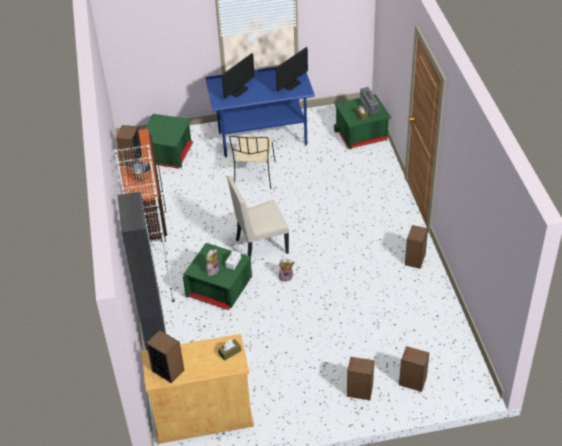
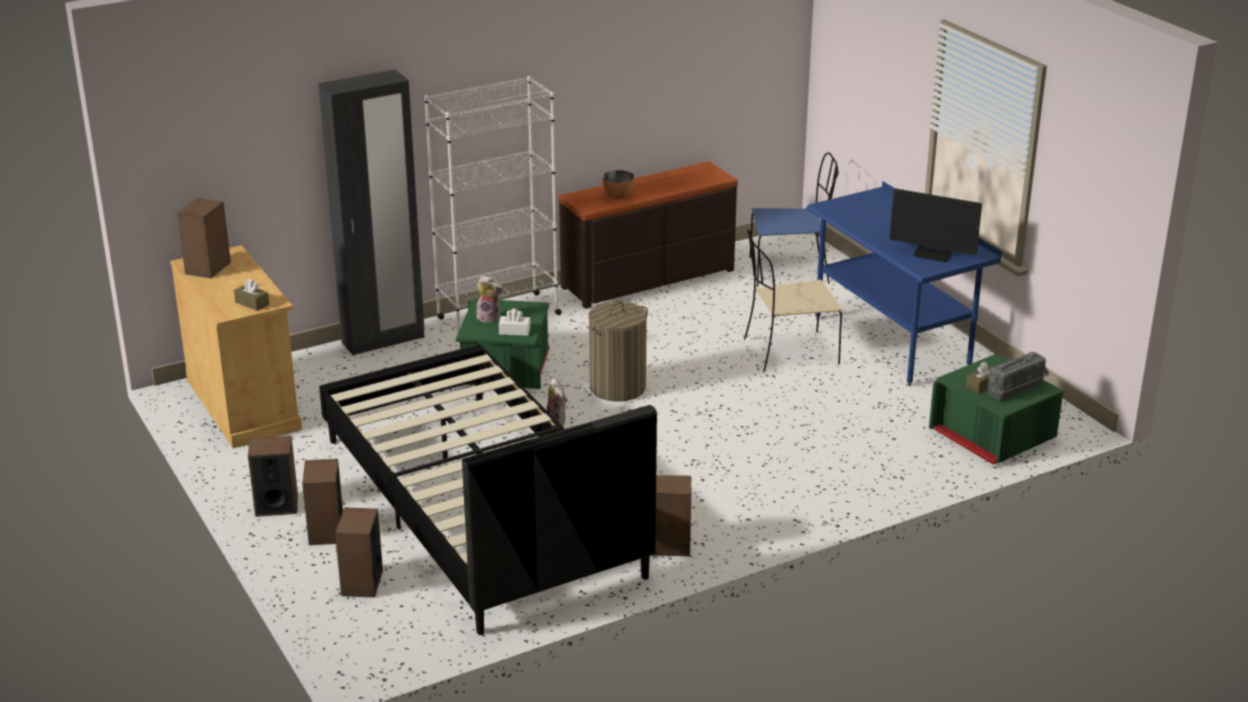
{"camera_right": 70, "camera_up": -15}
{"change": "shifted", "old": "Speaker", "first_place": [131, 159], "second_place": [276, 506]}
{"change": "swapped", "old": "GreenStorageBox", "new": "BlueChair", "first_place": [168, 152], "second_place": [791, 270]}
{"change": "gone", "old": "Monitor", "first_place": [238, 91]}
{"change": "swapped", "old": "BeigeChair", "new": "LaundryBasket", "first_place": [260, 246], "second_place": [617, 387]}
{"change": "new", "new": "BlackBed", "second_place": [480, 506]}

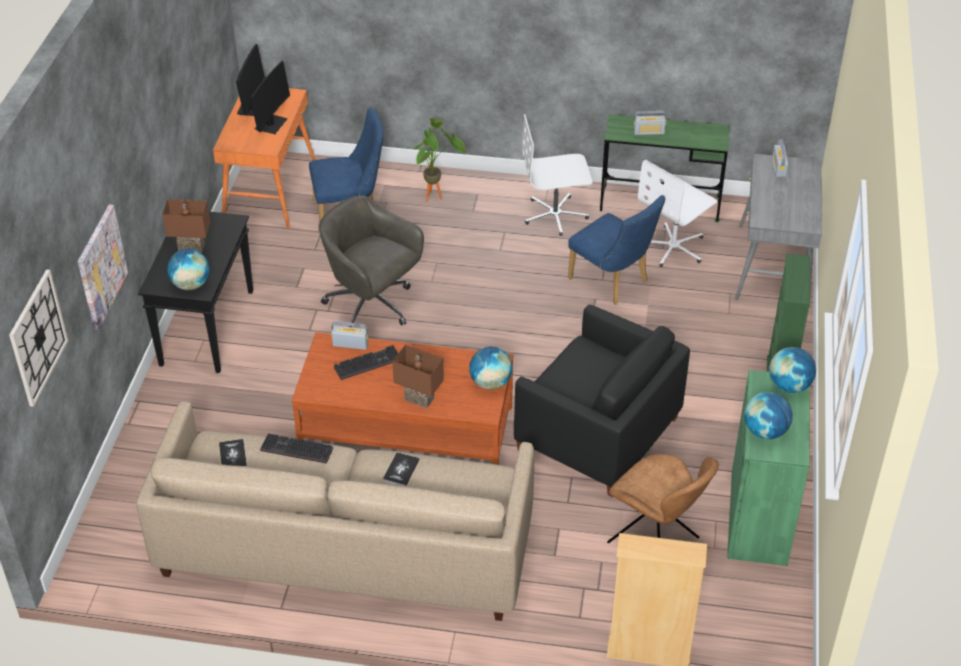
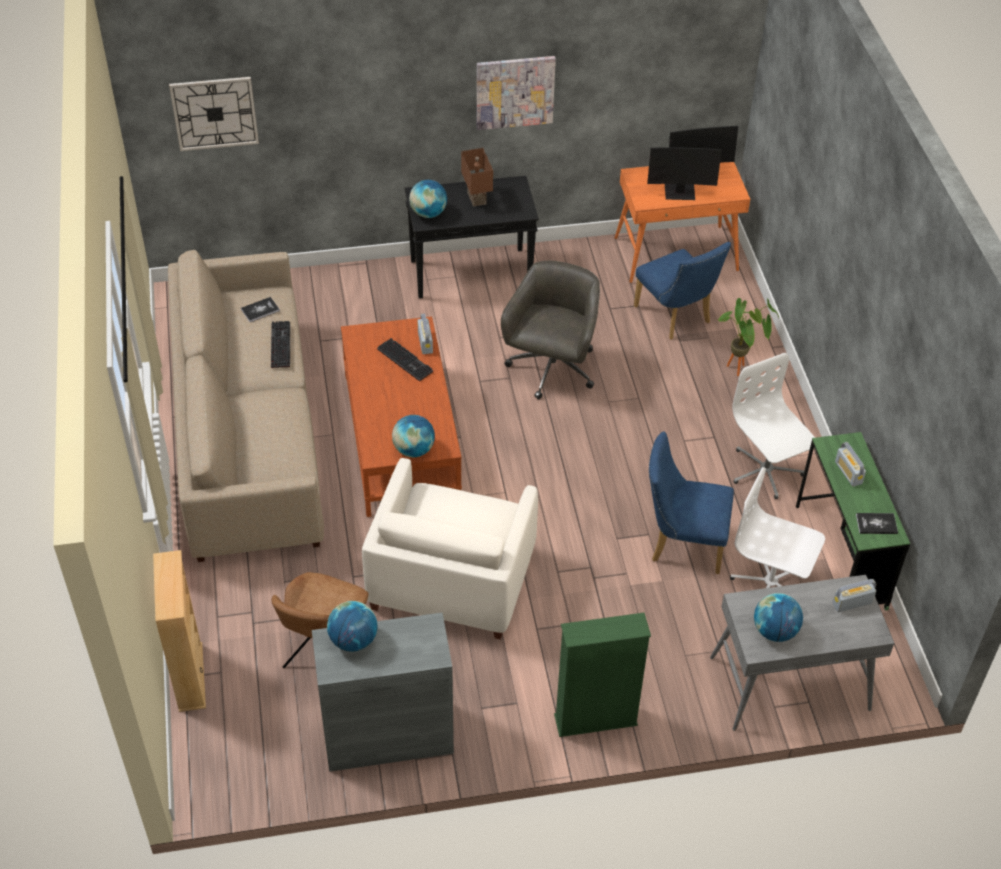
{"camera_right": 70, "camera_up": 5}
{"change": "shifted", "old": "Picture", "first_place": [101, 266], "second_place": [515, 92]}
{"change": "shifted", "old": "Book", "first_place": [401, 470], "second_place": [876, 524]}
{"change": "gone", "old": "BrownTableLamp", "first_place": [420, 398]}
{"change": "repainted", "old": "BlackArmchair", "new": "WhiteArmchair", "first_place": [598, 433], "second_place": [452, 579]}
{"change": "rotated", "old": "BlueChair", "first_place": [613, 283], "second_place": [681, 543], "degrees": 75}
{"change": "repainted", "old": "GreenCabinet", "new": "GreyCabinet", "first_place": [758, 516], "second_place": [387, 735]}
{"change": "shifted", "old": "Globe", "first_place": [789, 386], "second_place": [775, 631]}

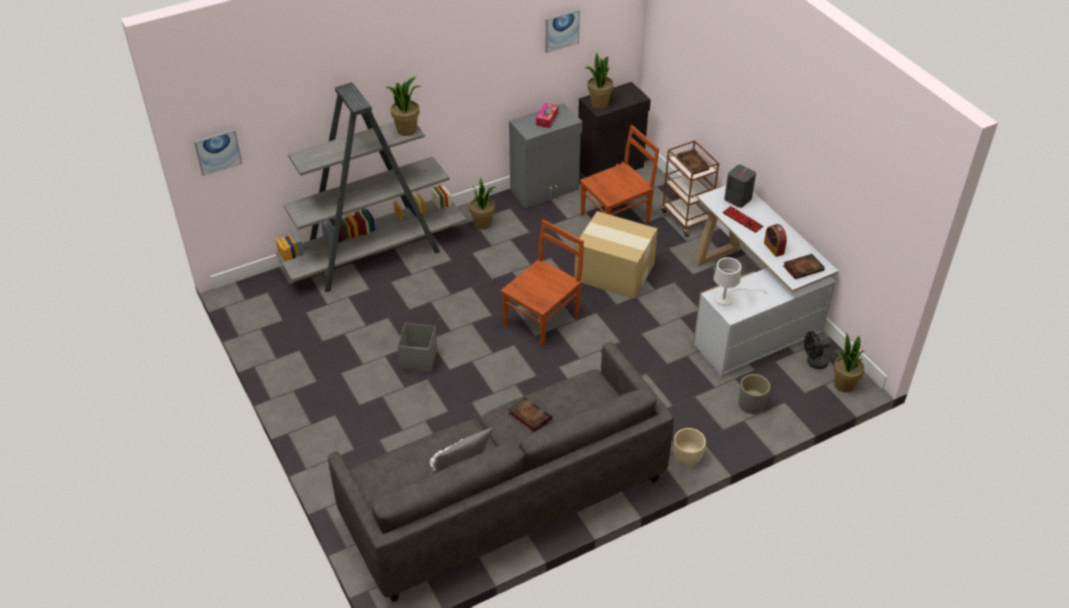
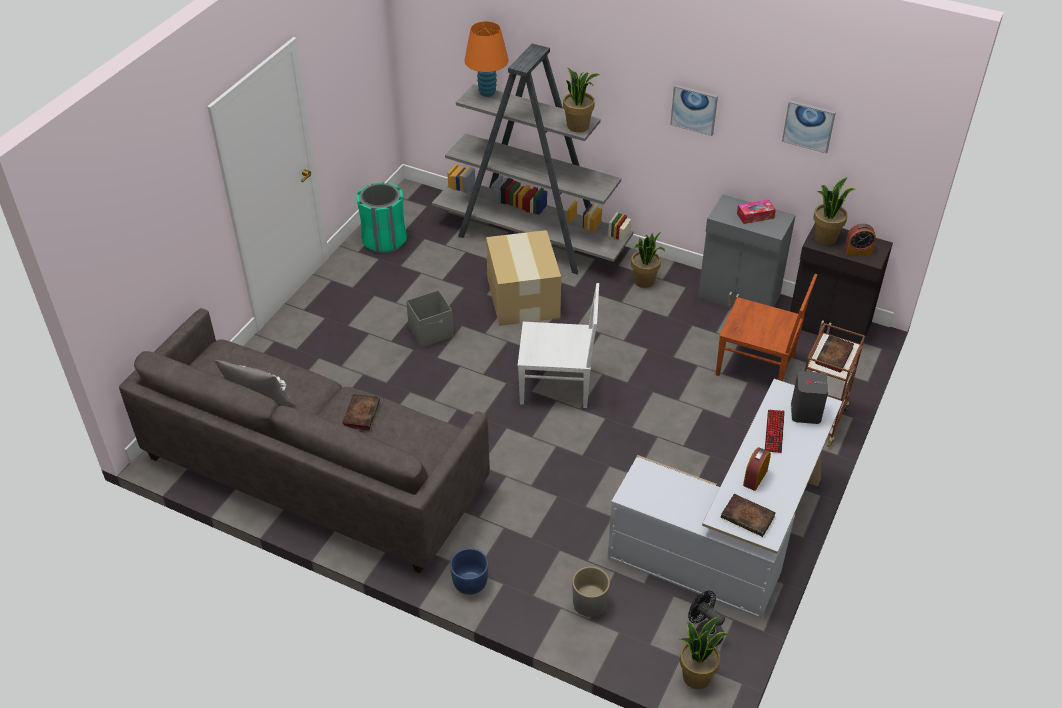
{"camera_right": 55, "camera_up": 0}
{"change": "shifted", "old": "Picture", "first_place": [218, 151], "second_place": [694, 109]}
{"change": "repainted", "old": "BrownChair", "new": "WhiteChair", "first_place": [542, 320], "second_place": [557, 385]}
{"change": "shifted", "old": "CardboardBox", "first_place": [613, 271], "second_place": [523, 297]}
{"change": "repainted", "old": "BeigePlanter", "new": "BluePlanter", "first_place": [687, 457], "second_place": [469, 583]}
{"change": "gone", "old": "WhiteTableLamp", "first_place": [728, 299]}
{"change": "new", "new": "GreenTrashCan", "second_place": [384, 240]}
{"change": "new", "new": "OrangeTableLamp", "second_place": [487, 92]}
{"change": "new", "new": "AlarmClock", "second_place": [858, 251]}

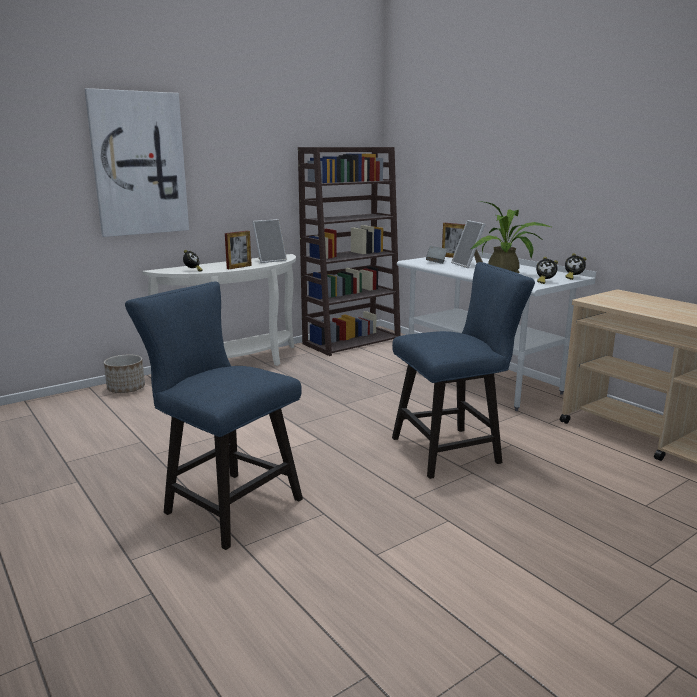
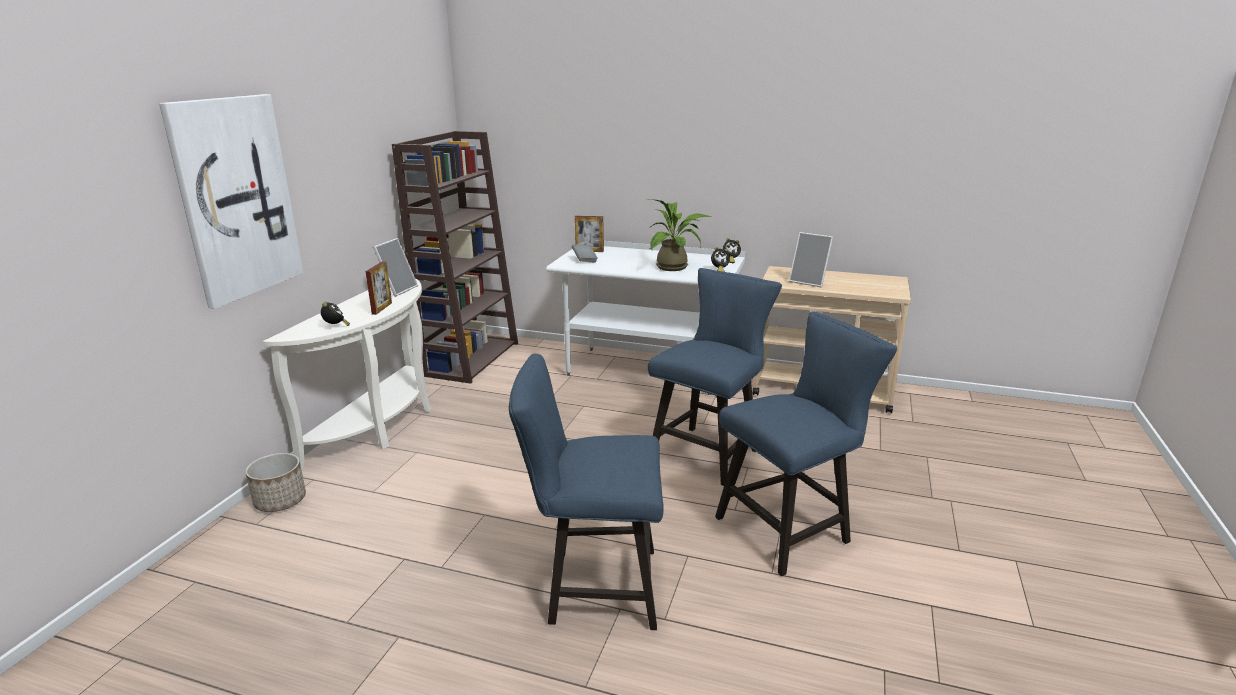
{"camera_right": -35, "camera_up": 5}
{"change": "shifted", "old": "PictureFrame", "first_place": [468, 265], "second_place": [809, 282]}
{"change": "new", "new": "BlueChair", "second_place": [790, 528]}

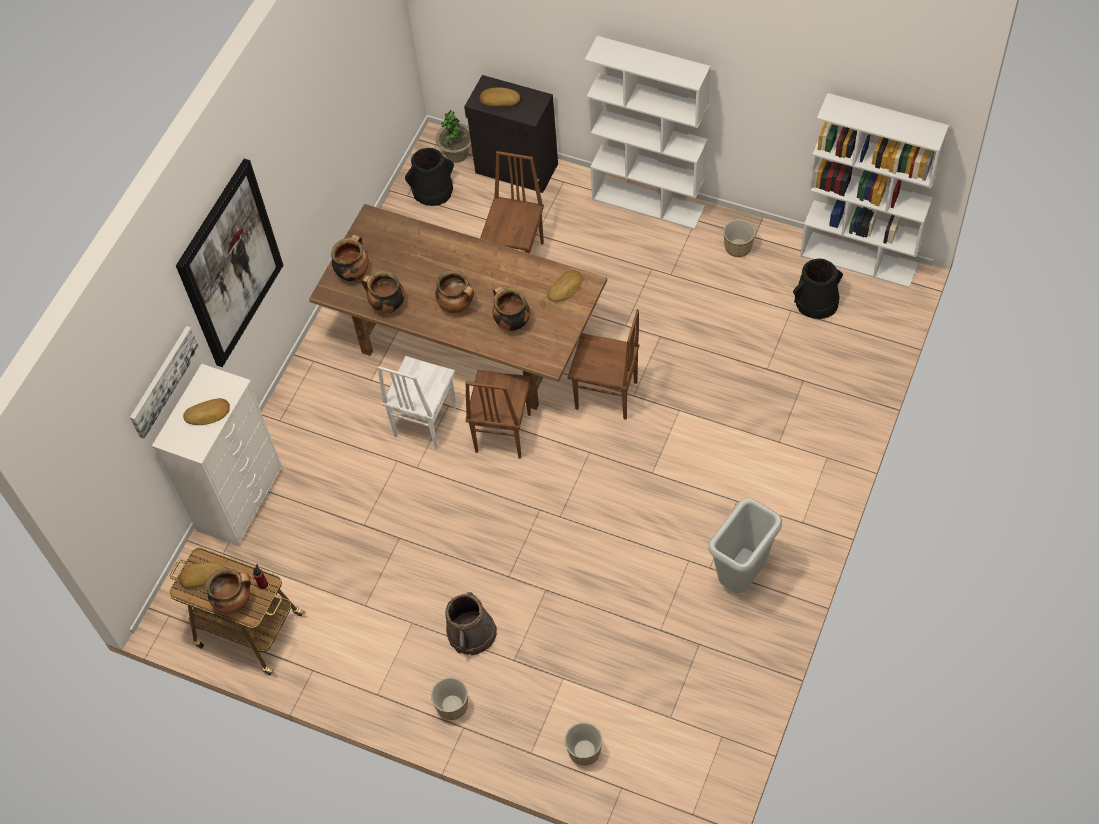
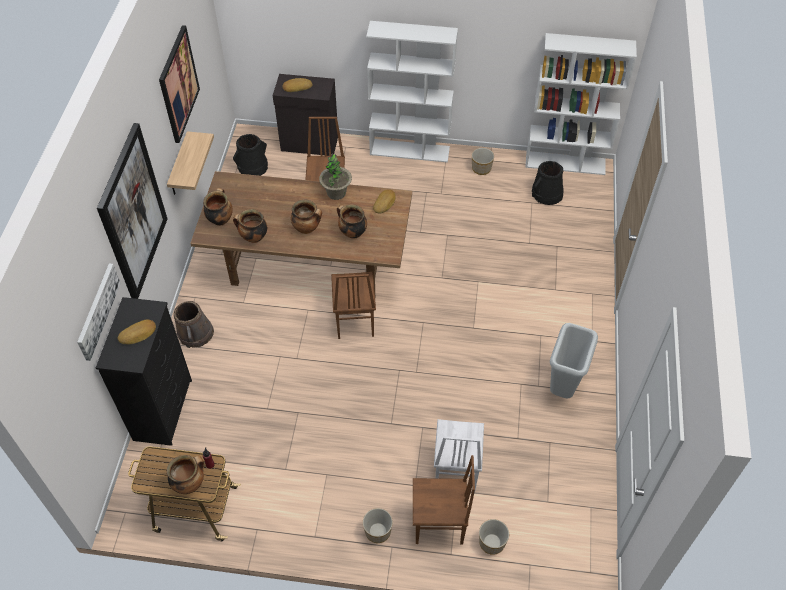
{"camera_right": -20, "camera_up": -5}
{"change": "repainted", "old": "WhiteDresser", "new": "BlackDresser", "first_place": [241, 499], "second_place": [163, 409]}
{"change": "gone", "old": "Bread", "first_place": [202, 575]}
{"change": "shifted", "old": "WhiteChair", "first_place": [424, 421], "second_place": [455, 471]}
{"change": "shifted", "old": "PottedPlant", "first_place": [457, 154], "second_place": [336, 193]}
{"change": "shifted", "old": "BrownBucket", "first_place": [471, 633], "second_place": [195, 333]}
{"change": "shifted", "old": "BrownChair", "first_place": [606, 396], "second_place": [439, 525]}
{"change": "new", "new": "Picture", "second_place": [178, 84]}
{"change": "new", "new": "Shelf", "second_place": [179, 165]}

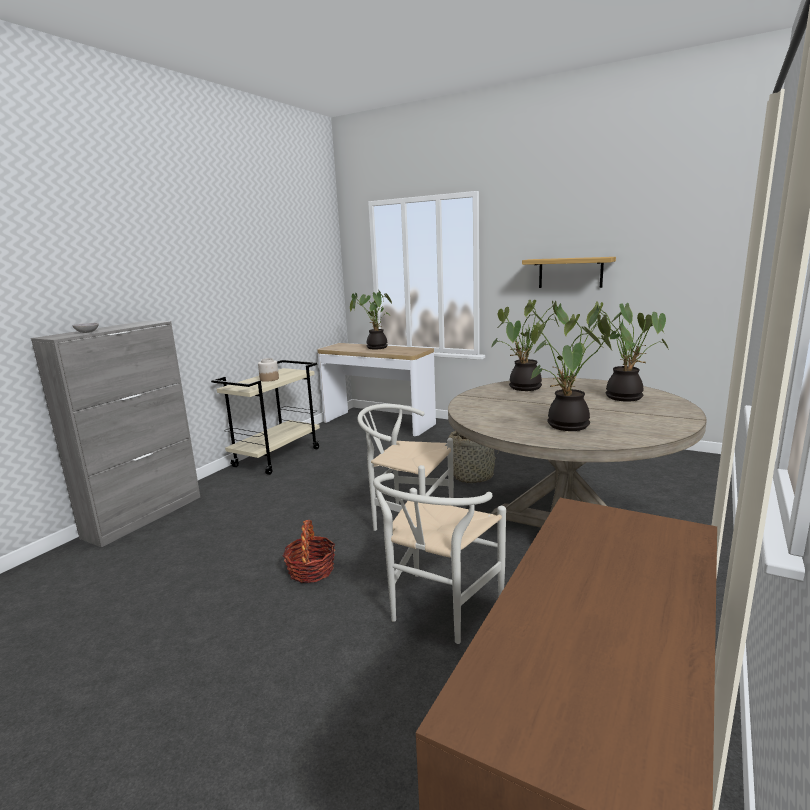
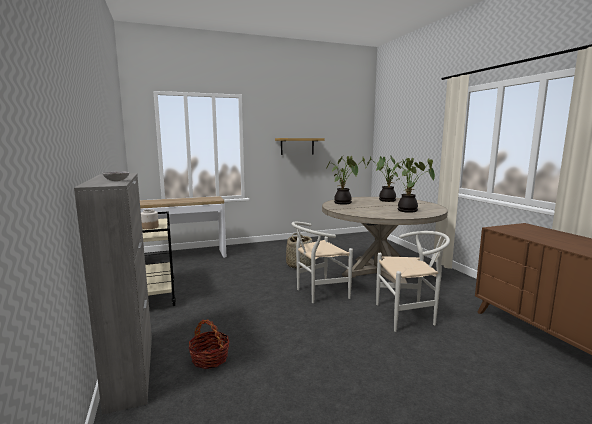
{"camera_right": -50, "camera_up": -5}
{"change": "shifted", "old": "Basket", "first_place": [311, 570], "second_place": [209, 358]}
{"change": "gone", "old": "PottedPlant", "first_place": [375, 347]}
{"change": "rotated", "old": "WhiteChair", "first_place": [438, 612], "second_place": [410, 316], "degrees": -75}

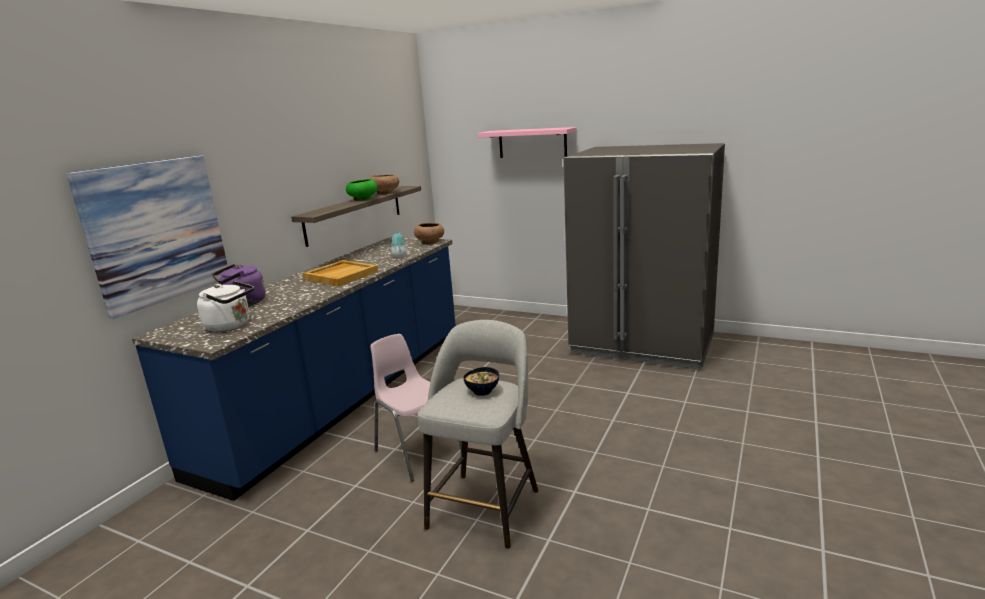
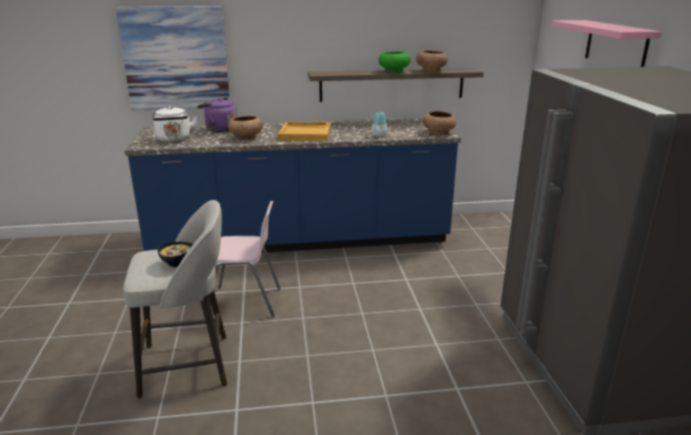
{"camera_right": 55, "camera_up": 5}
{"change": "rotated", "old": "PinkChair", "first_place": [418, 452], "second_place": [246, 302], "degrees": 75}
{"change": "new", "new": "BrownBowl", "second_place": [246, 137]}

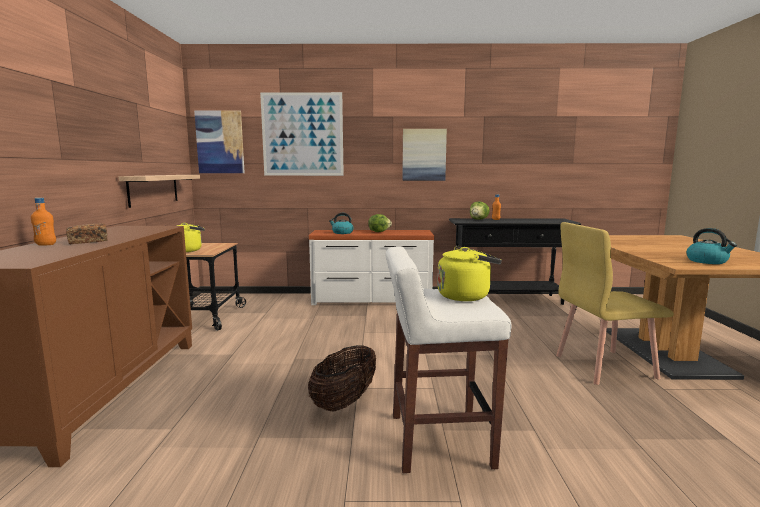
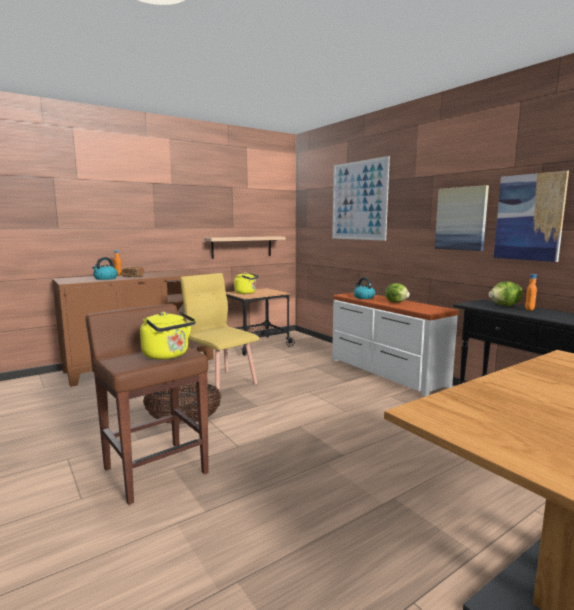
{"camera_right": 55, "camera_up": 0}
{"change": "shifted", "old": "Picture", "first_place": [220, 142], "second_place": [529, 217]}
{"change": "repainted", "old": "WhiteStool", "new": "BrownStool", "first_place": [438, 440], "second_place": [155, 470]}
{"change": "shifted", "old": "YellowChair", "first_place": [603, 366], "second_place": [222, 382]}
{"change": "shifted", "old": "Kettle", "first_place": [707, 261], "second_place": [105, 278]}

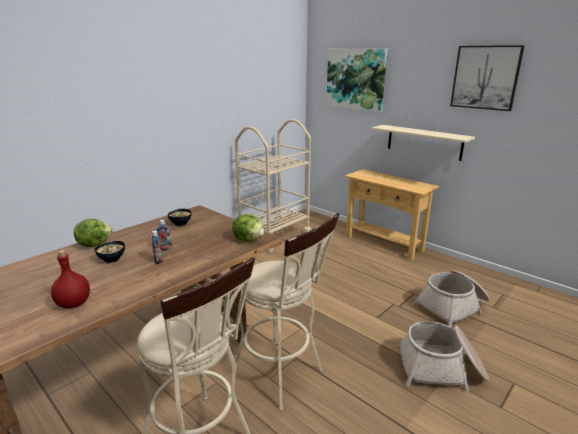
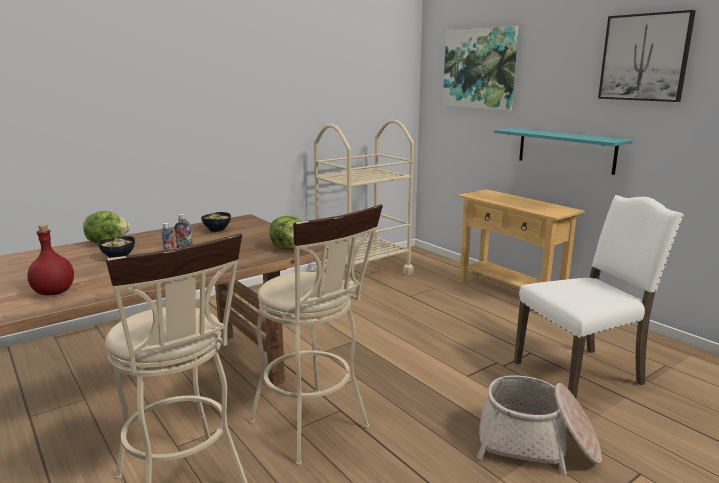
{"camera_right": 10, "camera_up": -5}
{"change": "repainted", "old": "BeigeShelf", "new": "TurquoiseShelf", "first_place": [424, 142], "second_place": [565, 150]}
{"change": "swapped", "old": "Basket", "new": "WhiteChair", "first_place": [452, 307], "second_place": [582, 373]}

